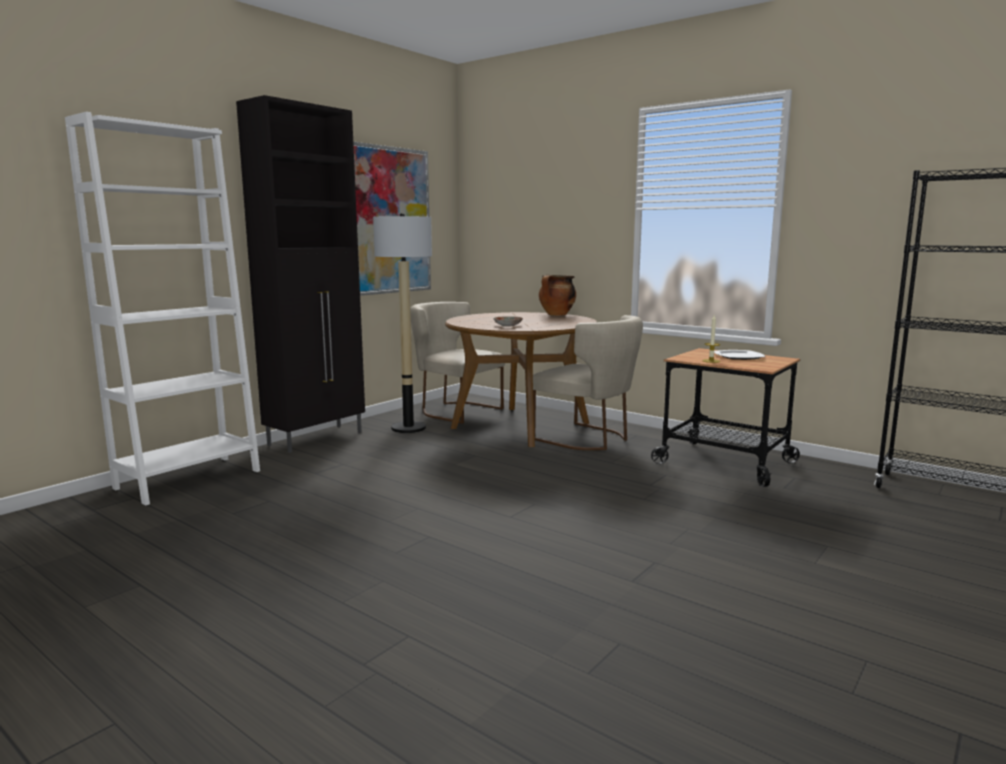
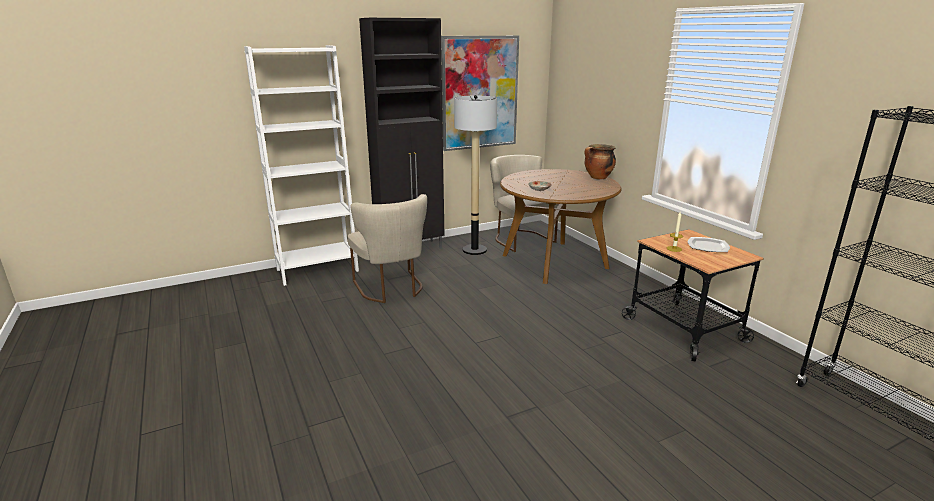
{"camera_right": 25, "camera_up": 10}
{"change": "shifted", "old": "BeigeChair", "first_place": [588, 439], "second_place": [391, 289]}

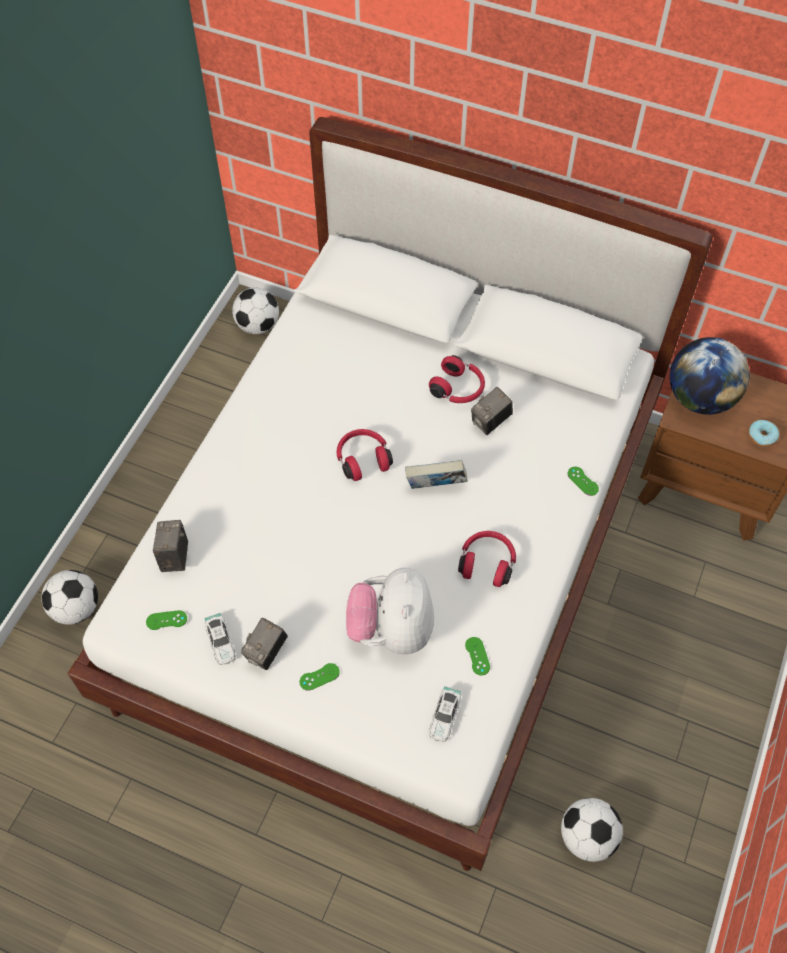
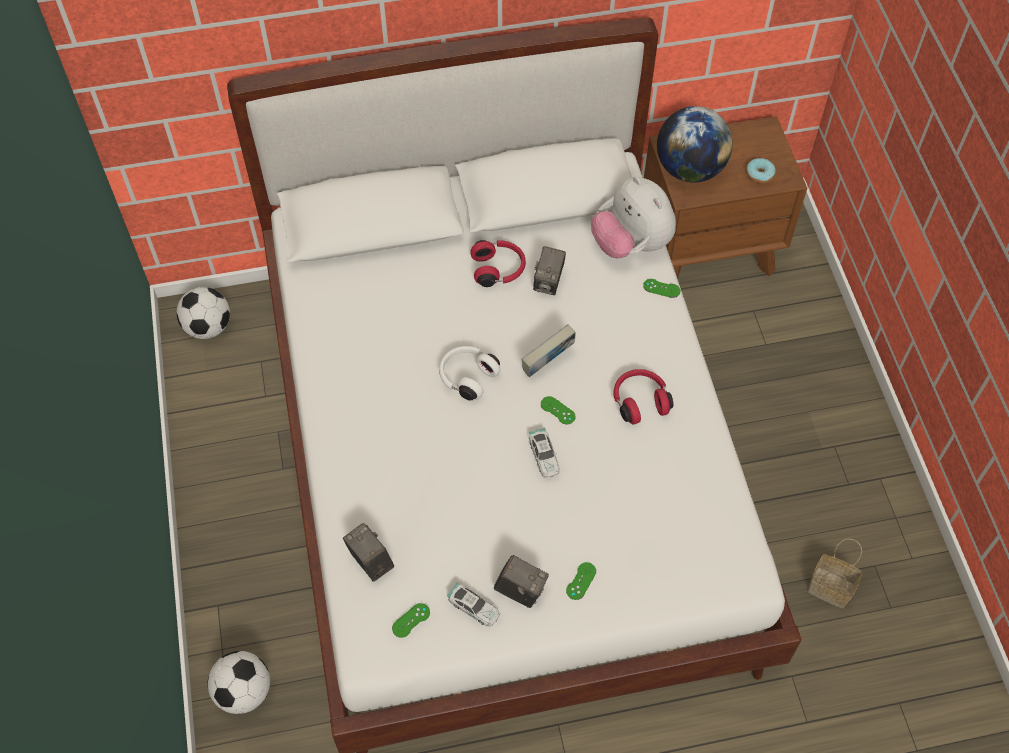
{"camera_right": -35, "camera_up": 0}
{"change": "rotated", "old": "PhotoCamera", "first_place": [266, 652], "second_place": [520, 590], "degrees": -60}
{"change": "repainted", "old": "RedHeadphones", "new": "WhiteHeadphones", "first_place": [363, 459], "second_place": [467, 377]}
{"change": "shifted", "old": "PlushToy", "first_place": [391, 629], "second_place": [631, 244]}
{"change": "shifted", "old": "ToyCar", "first_place": [444, 716], "second_place": [544, 456]}
{"change": "shifted", "old": "GreenGameController", "first_place": [477, 656], "second_place": [557, 410]}
{"change": "swapped", "old": "Football", "new": "Basket", "first_place": [587, 836], "second_place": [828, 588]}

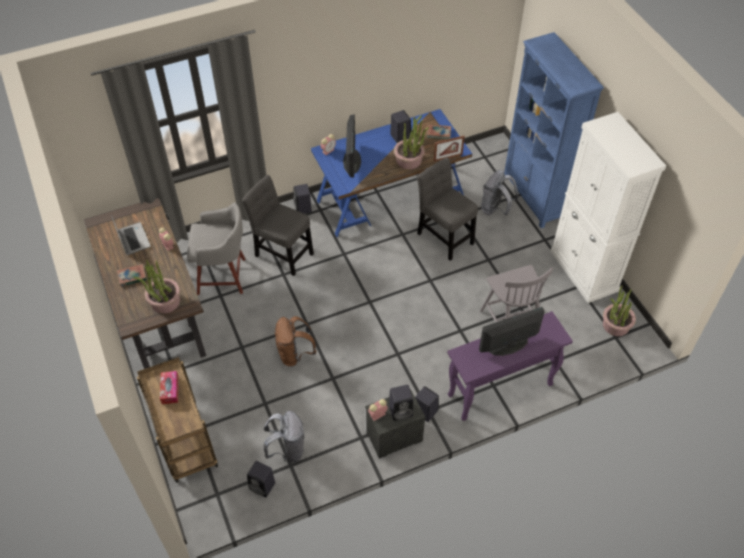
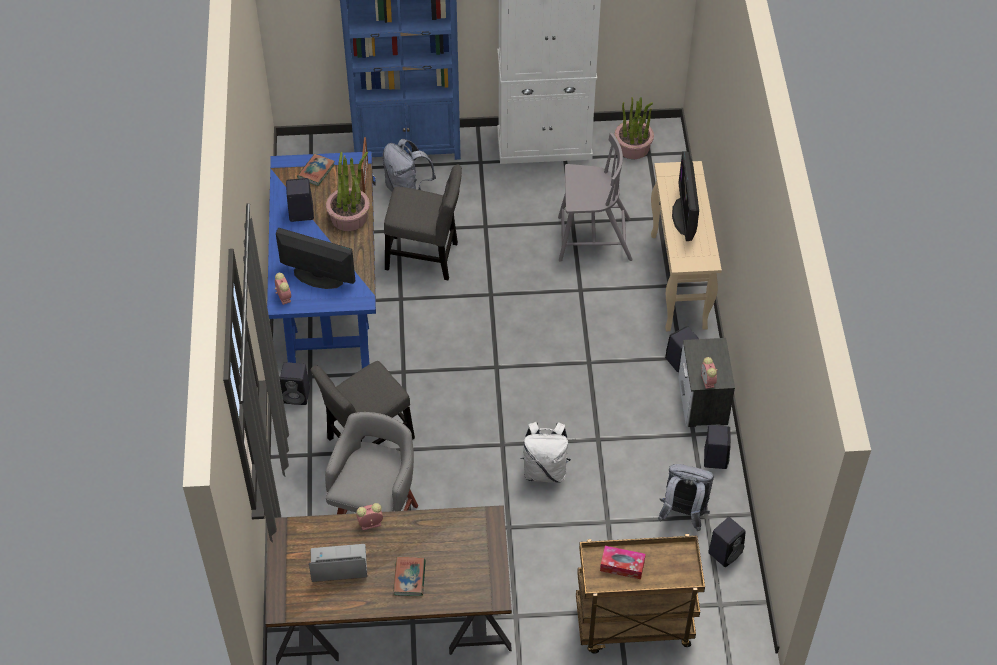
{"camera_right": -70, "camera_up": 0}
{"change": "gone", "old": "PottedPlant", "first_place": [165, 302]}
{"change": "repainted", "old": "BrownBackpack", "new": "WhiteBackpack", "first_place": [294, 354], "second_place": [545, 470]}
{"change": "shifted", "old": "BlackSpeaker", "first_place": [401, 410], "second_place": [715, 457]}
{"change": "rotated", "old": "GreyChair", "first_place": [443, 236], "second_place": [425, 257], "degrees": -150}
{"change": "repainted", "old": "PurpleConsoleTable", "new": "BeigeConsoleTable", "first_place": [499, 390], "second_place": [679, 282]}

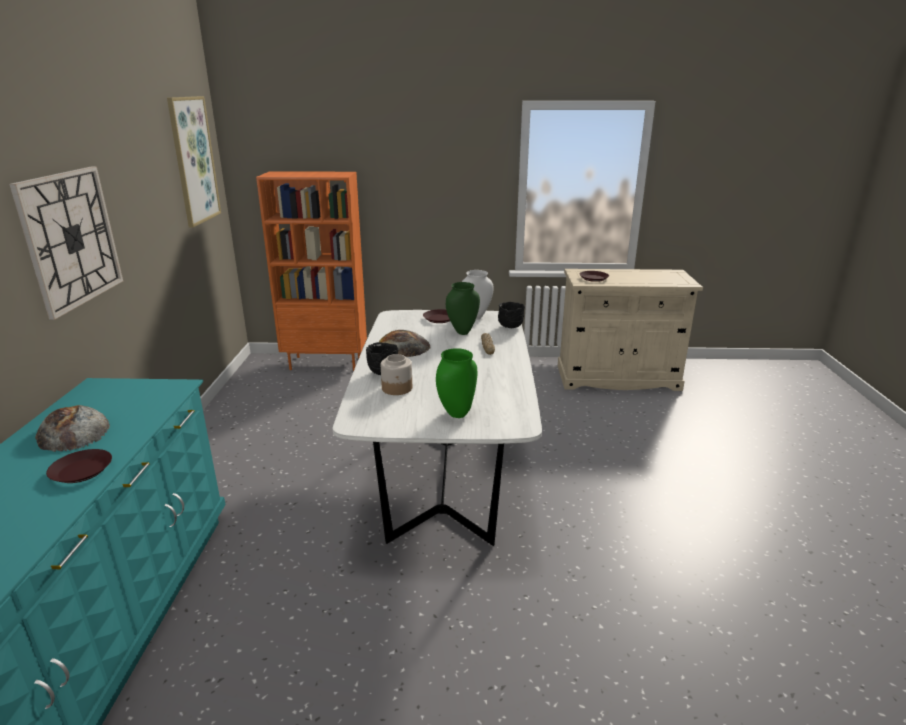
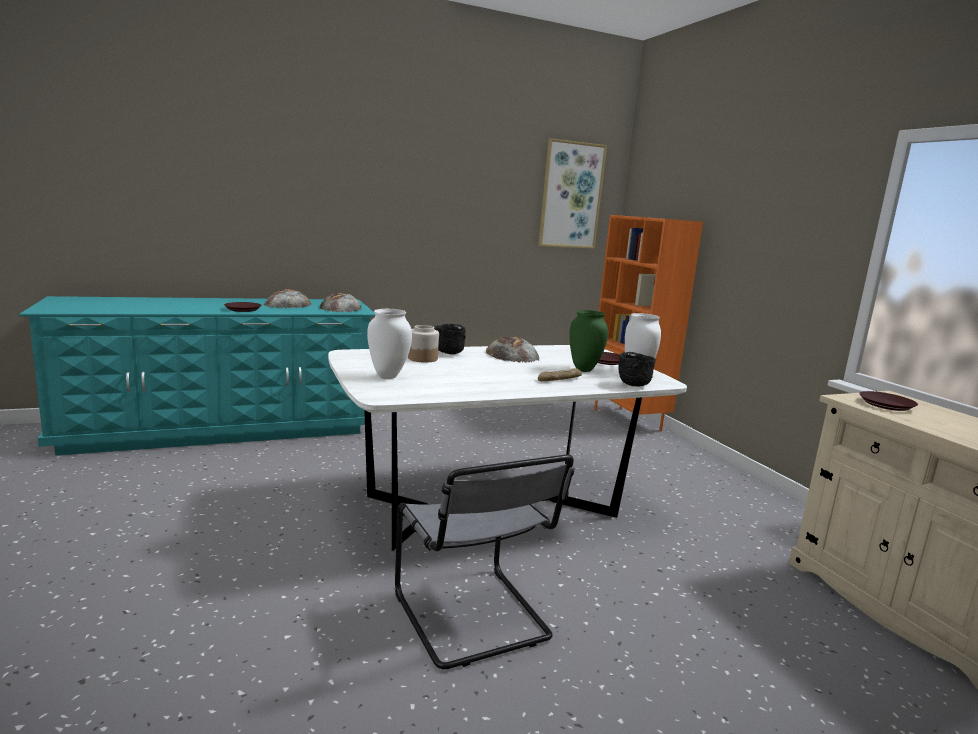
{"camera_right": 65, "camera_up": -10}
{"change": "gone", "old": "WallClock", "first_place": [71, 239]}
{"change": "repainted", "old": "GreenVase", "new": "WhiteVase", "first_place": [456, 413], "second_place": [388, 376]}
{"change": "new", "new": "Bread", "second_place": [340, 308]}
{"change": "new", "new": "GreyChair", "second_place": [474, 619]}

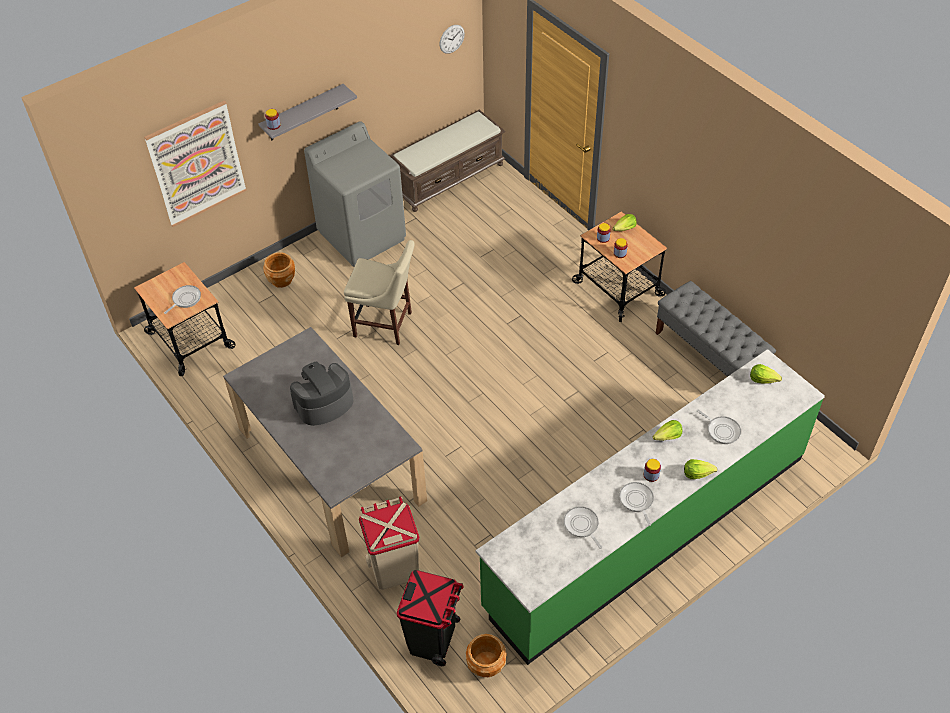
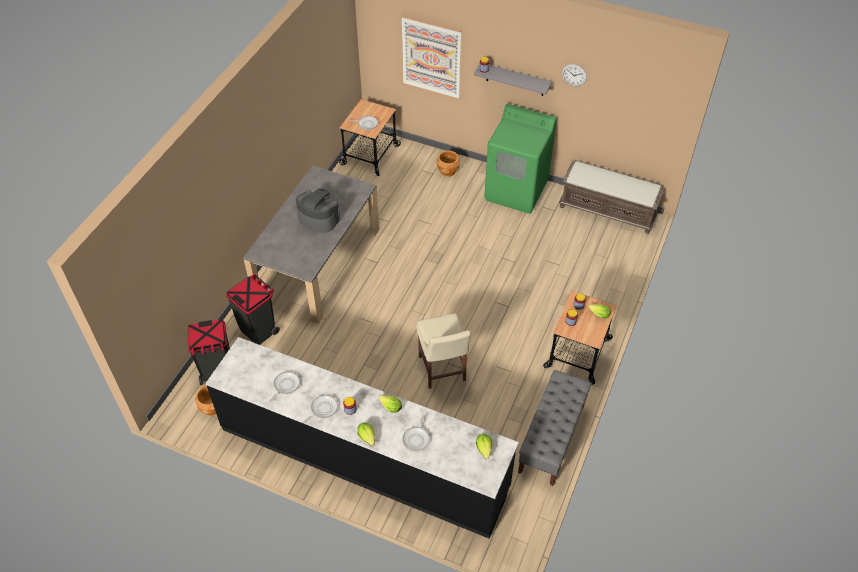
{"camera_right": 60, "camera_up": 0}
{"change": "repainted", "old": "GreyWashingMachine", "new": "GreenWashingMachine", "first_place": [362, 235], "second_place": [516, 191]}
{"change": "shifted", "old": "BeigeChair", "first_place": [386, 325], "second_place": [442, 370]}
{"change": "repainted", "old": "BeigeTrashCan", "new": "BlackTrashCan", "first_place": [394, 569], "second_place": [258, 330]}
{"change": "shifted", "old": "WallClock", "first_place": [452, 39], "second_place": [574, 75]}
{"change": "repainted", "old": "GreenCounter", "new": "BlackCounter", "first_place": [647, 530], "second_place": [363, 458]}

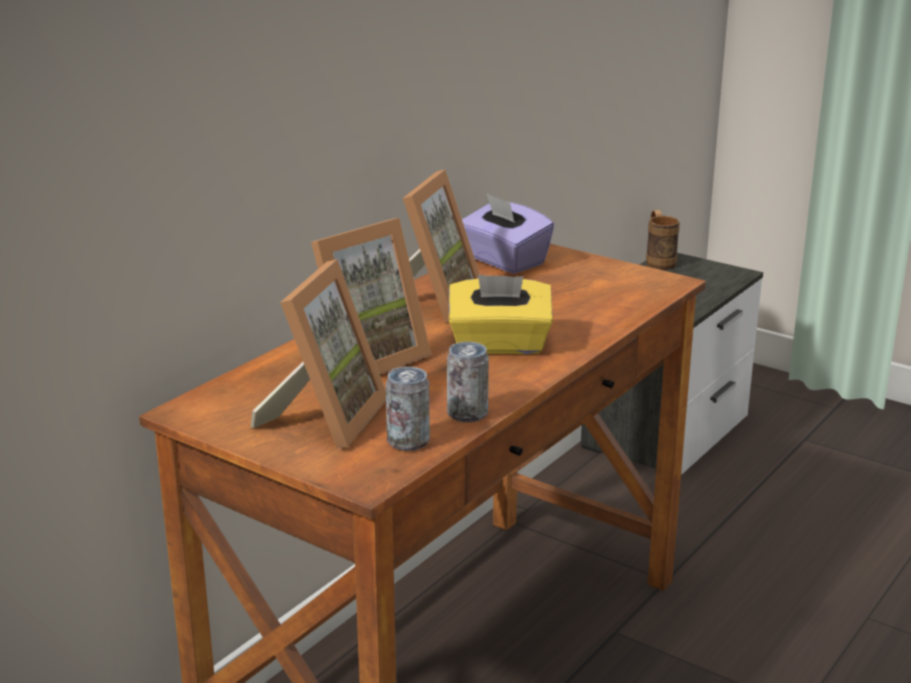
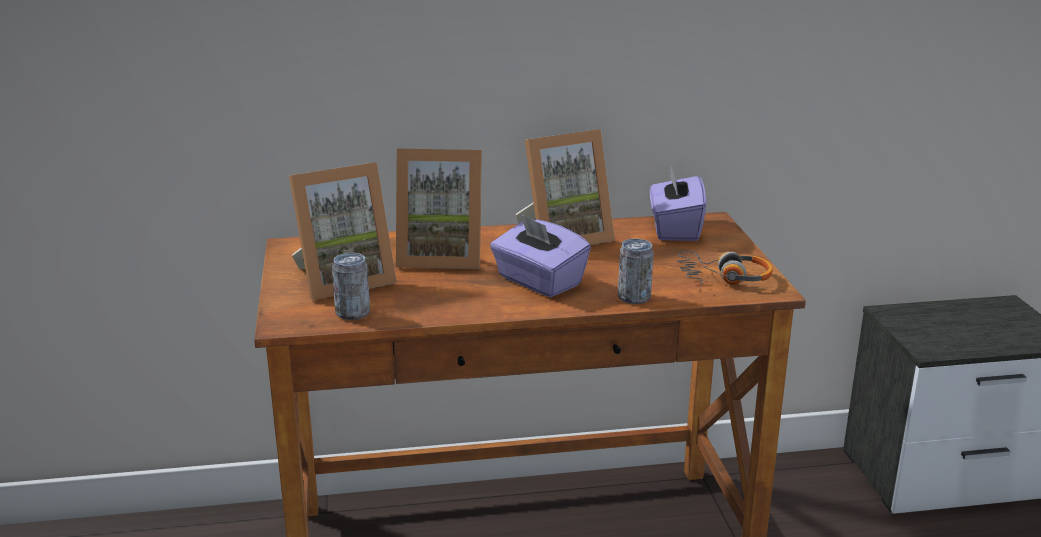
{"camera_right": 45, "camera_up": 0}
{"change": "shifted", "old": "Can", "first_place": [467, 414], "second_place": [634, 297]}
{"change": "repainted", "old": "YellowTissueBox", "new": "PurpleTissueBox", "first_place": [499, 345], "second_place": [538, 282]}
{"change": "gone", "old": "BrownMug", "first_place": [658, 261]}
{"change": "new", "new": "Headphones", "second_place": [723, 278]}

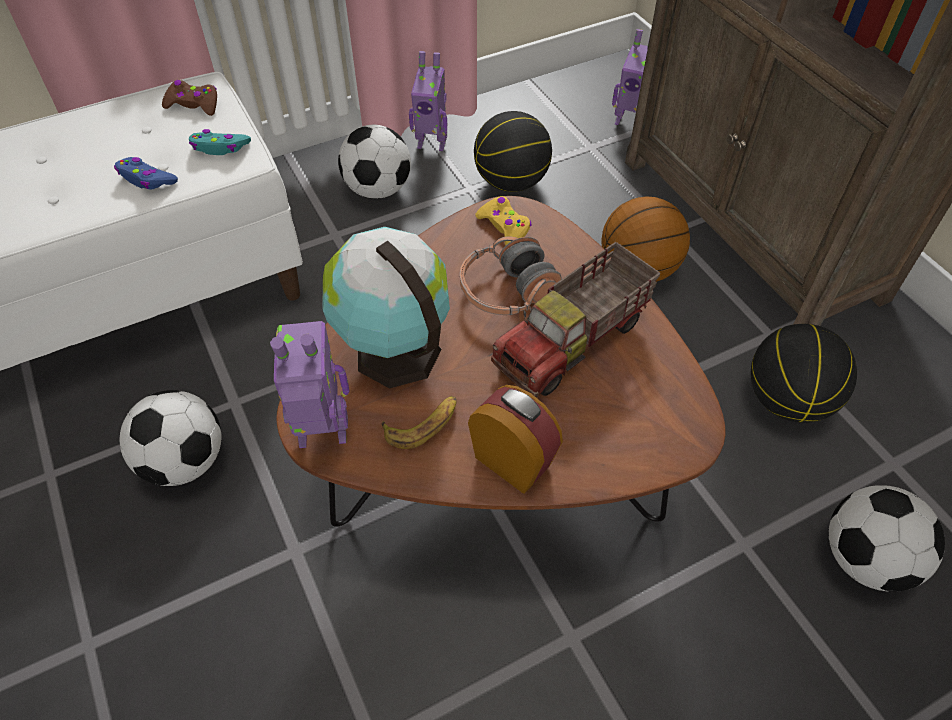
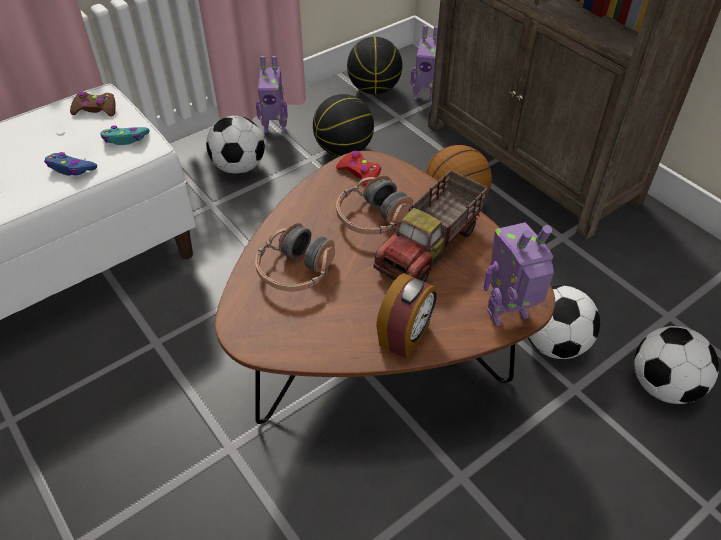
{"camera_right": -10, "camera_up": -5}
{"change": "shifted", "old": "Football", "first_place": [185, 461], "second_place": [554, 343]}
{"change": "shifted", "old": "ToyRobot", "first_place": [322, 436], "second_place": [508, 316]}
{"change": "swapped", "old": "Globe", "new": "Headphones", "first_place": [393, 350], "second_place": [296, 271]}
{"change": "gone", "old": "Banana", "first_place": [423, 424]}
{"change": "rotated", "old": "AlarmClock", "first_place": [513, 460], "second_place": [405, 336], "degrees": 90}
{"change": "repainted", "old": "YellowGameController", "new": "RedGameController", "first_place": [504, 227], "second_place": [360, 173]}
{"change": "shifted", "old": "Basketball", "first_place": [788, 400], "second_place": [374, 89]}

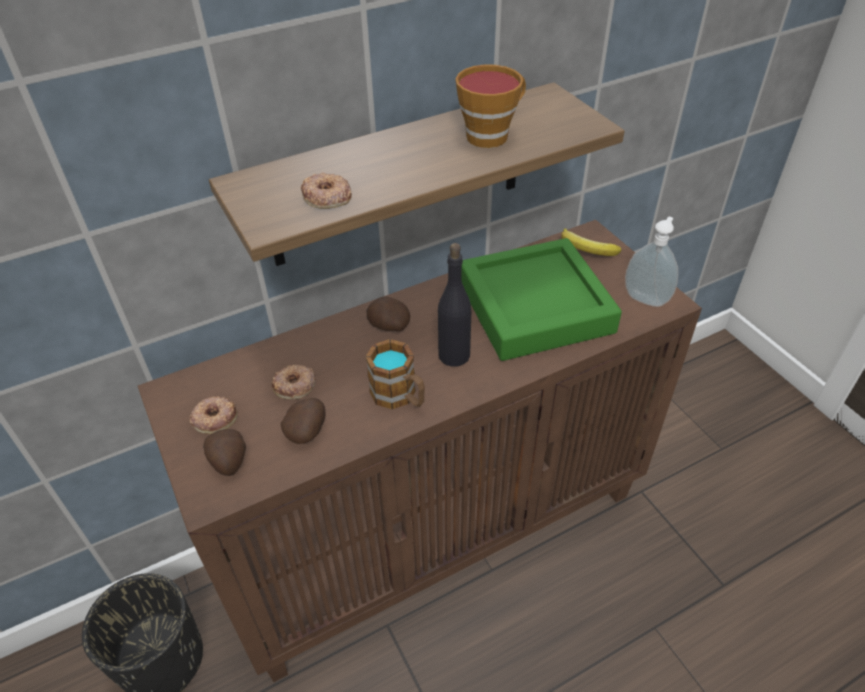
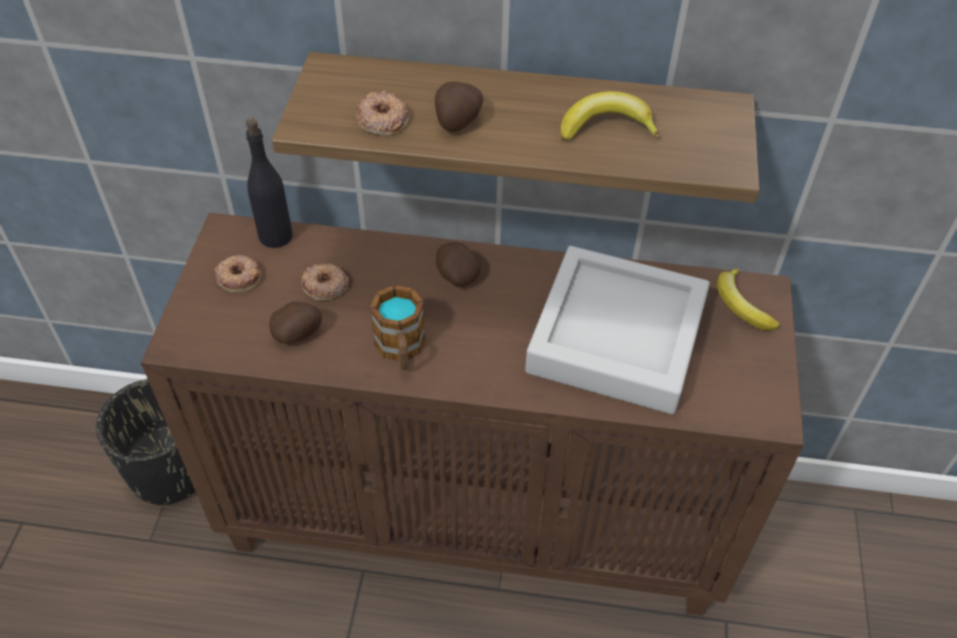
{"camera_right": 35, "camera_up": 5}
{"change": "shifted", "old": "Potato", "first_place": [228, 462], "second_place": [457, 122]}
{"change": "shifted", "old": "BlackBottle", "first_place": [453, 355], "second_place": [276, 236]}
{"change": "swapped", "old": "Cup", "new": "Banana", "first_place": [491, 135], "second_place": [606, 127]}
{"change": "repainted", "old": "GreenTray", "new": "GreyTray", "first_place": [535, 307], "second_place": [616, 337]}
{"change": "gone", "old": "SoapDispenser", "first_place": [646, 298]}

